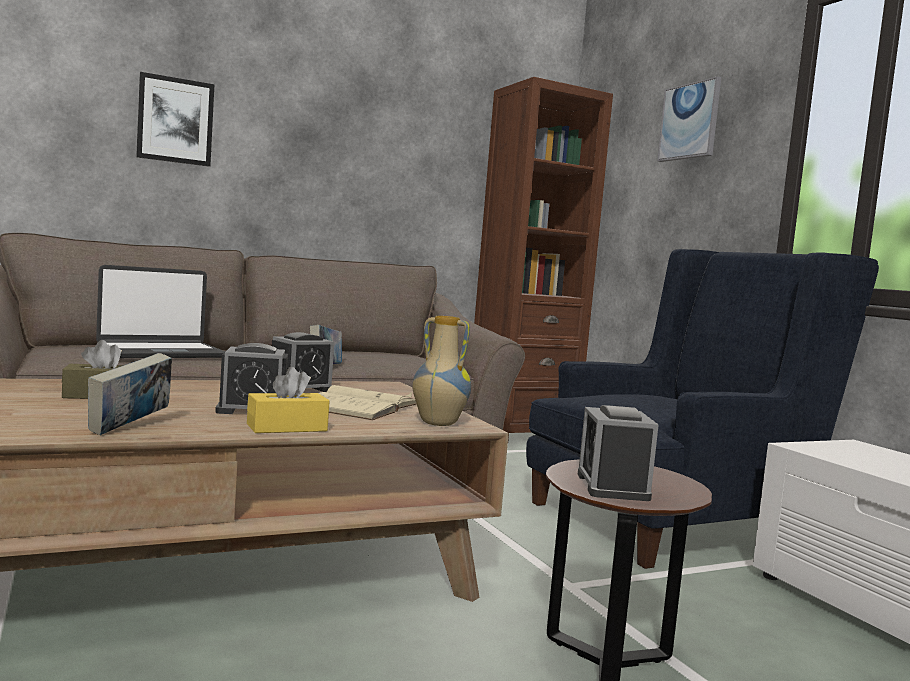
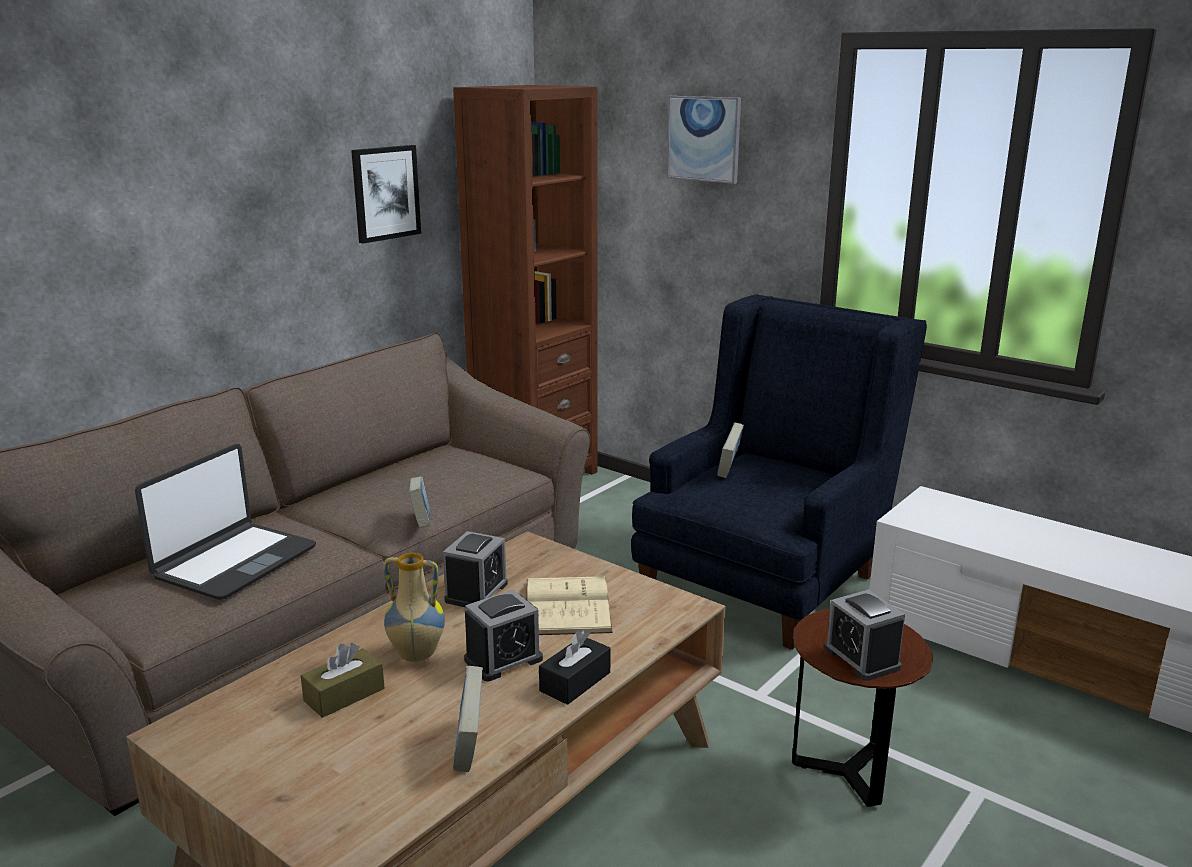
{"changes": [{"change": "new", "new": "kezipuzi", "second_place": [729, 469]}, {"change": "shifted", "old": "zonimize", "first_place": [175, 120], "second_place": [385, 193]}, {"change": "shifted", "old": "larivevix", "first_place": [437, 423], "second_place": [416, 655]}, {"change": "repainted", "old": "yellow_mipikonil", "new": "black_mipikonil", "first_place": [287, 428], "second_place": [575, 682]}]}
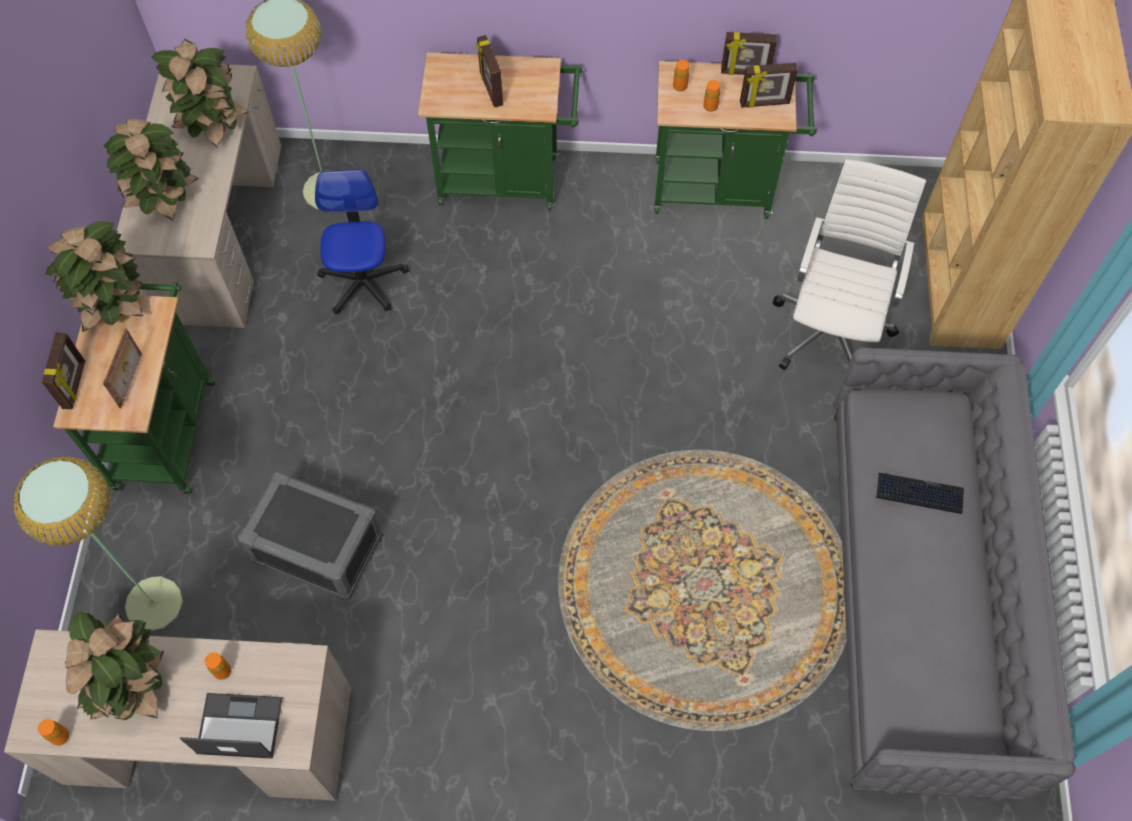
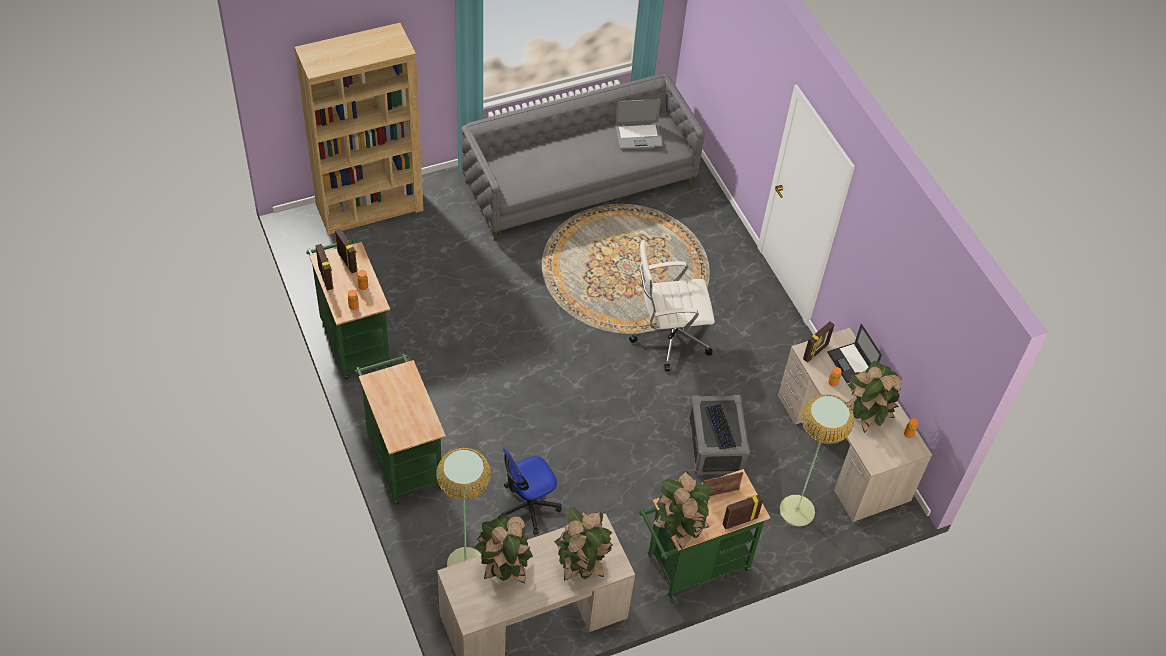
{"changes": [{"change": "new", "new": "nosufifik", "second_place": [638, 136]}, {"change": "shifted", "old": "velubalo", "first_place": [490, 89], "second_place": [816, 352]}, {"change": "shifted", "old": "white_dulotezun", "first_place": [832, 330], "second_place": [668, 337]}, {"change": "shifted", "old": "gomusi", "first_place": [919, 493], "second_place": [720, 427]}]}
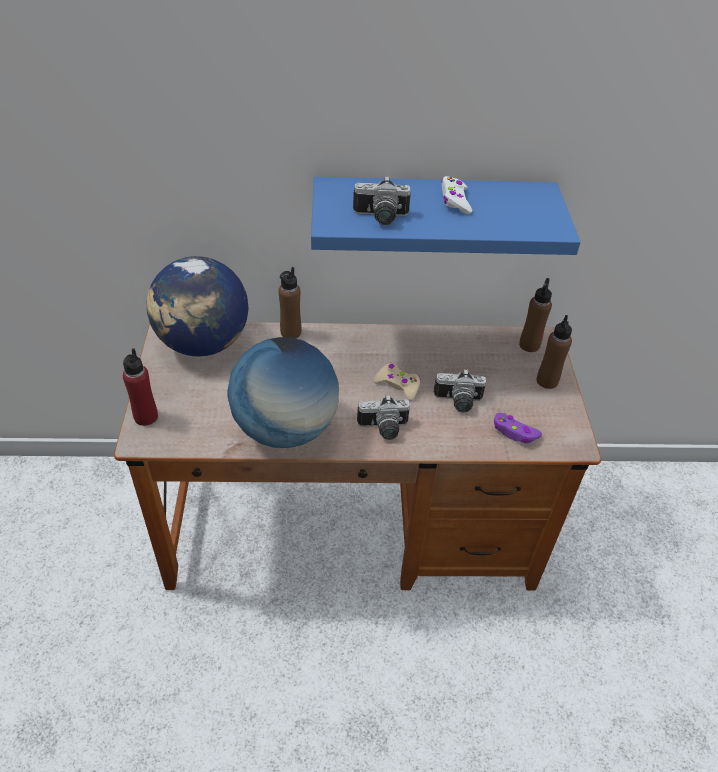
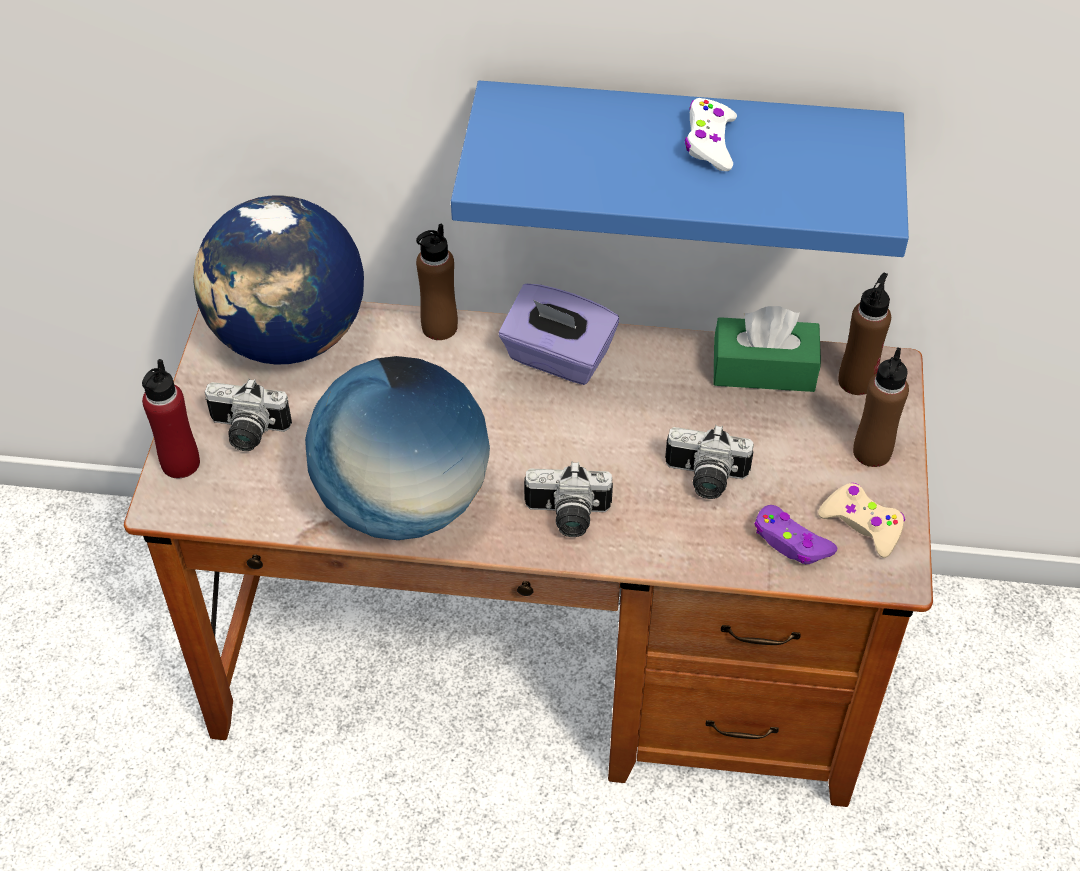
{"changes": [{"change": "new", "new": "purple_mipikonil", "second_place": [557, 358]}, {"change": "new", "new": "green_mipikonil", "second_place": [763, 369]}, {"change": "shifted", "old": "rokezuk", "first_place": [380, 218], "second_place": [247, 433]}, {"change": "shifted", "old": "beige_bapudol", "first_place": [397, 385], "second_place": [862, 524]}]}
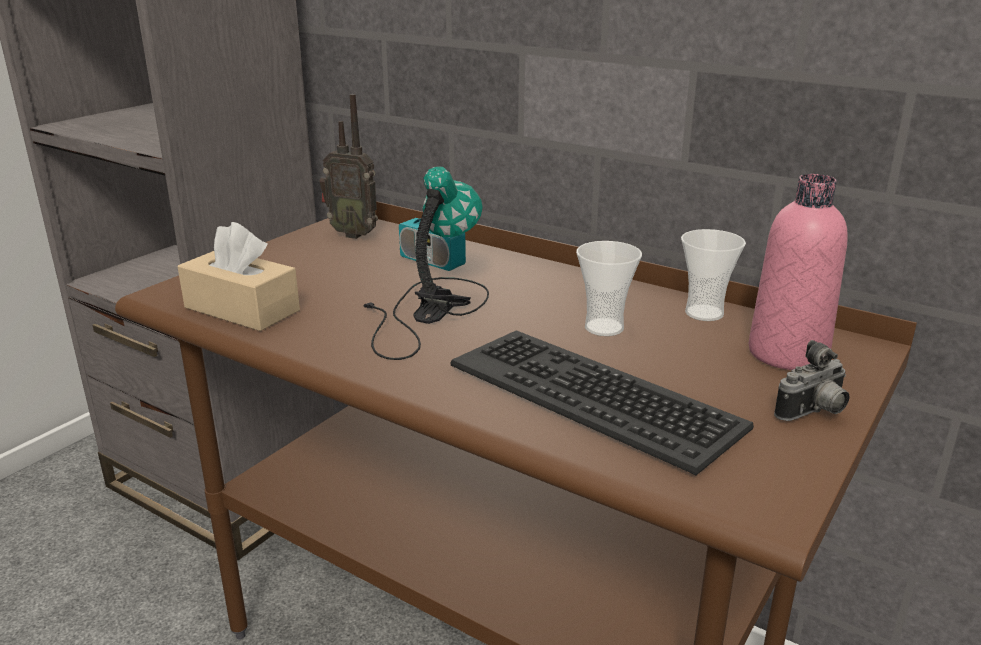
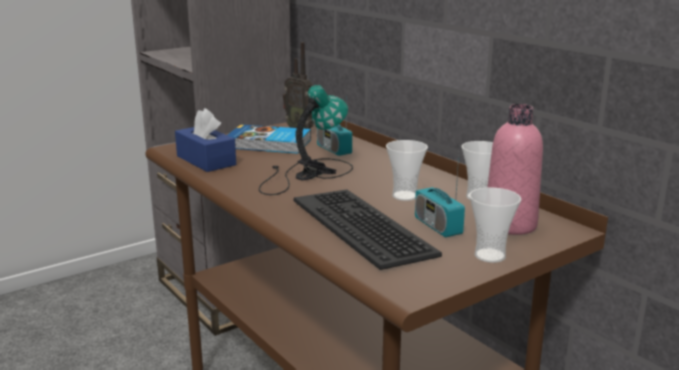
{"changes": [{"change": "new", "new": "kezipuzi", "second_place": [268, 144]}, {"change": "new", "new": "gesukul", "second_place": [437, 226]}, {"change": "swapped", "old": "rokezuk", "new": "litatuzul", "first_place": [813, 413], "second_place": [490, 255]}, {"change": "repainted", "old": "beige_mipikonil", "new": "blue_mipikonil", "first_place": [242, 309], "second_place": [206, 160]}]}
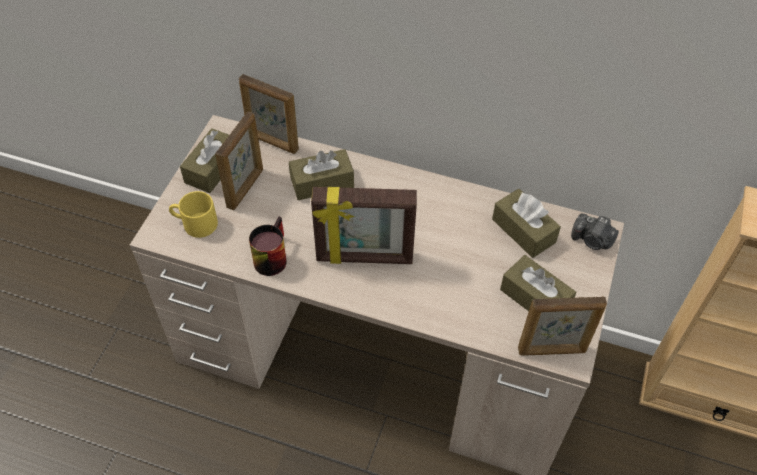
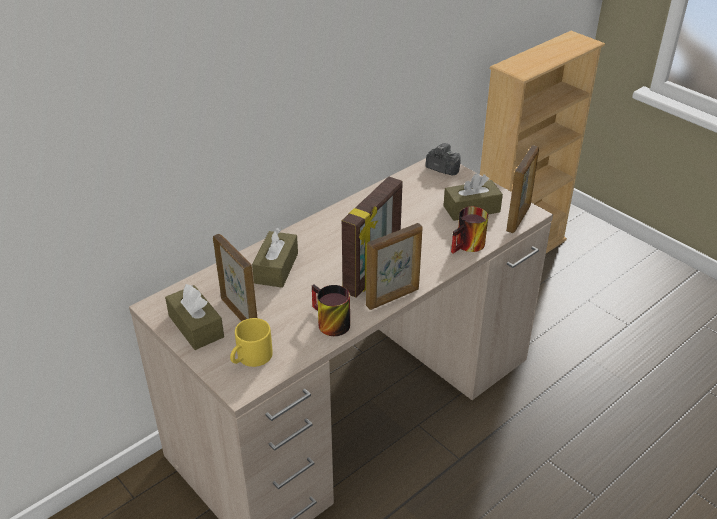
{"changes": [{"change": "gone", "old": "brown_mipikonil", "first_place": [523, 230]}, {"change": "new", "new": "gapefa", "second_place": [469, 246]}, {"change": "shifted", "old": "velubalo", "first_place": [272, 142], "second_place": [393, 298]}, {"change": "rotated", "old": "rokezuk", "first_place": [592, 240], "second_place": [442, 168], "degrees": -120}]}
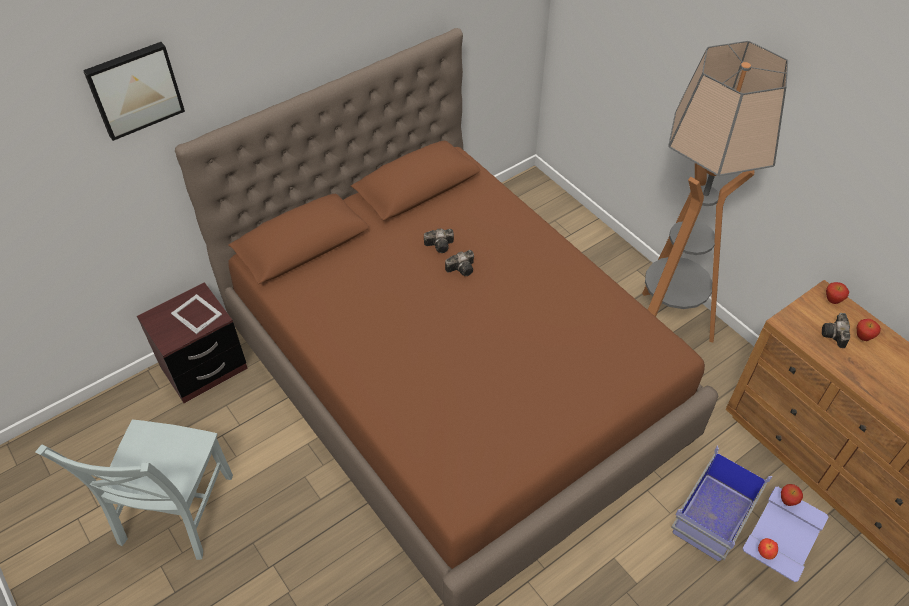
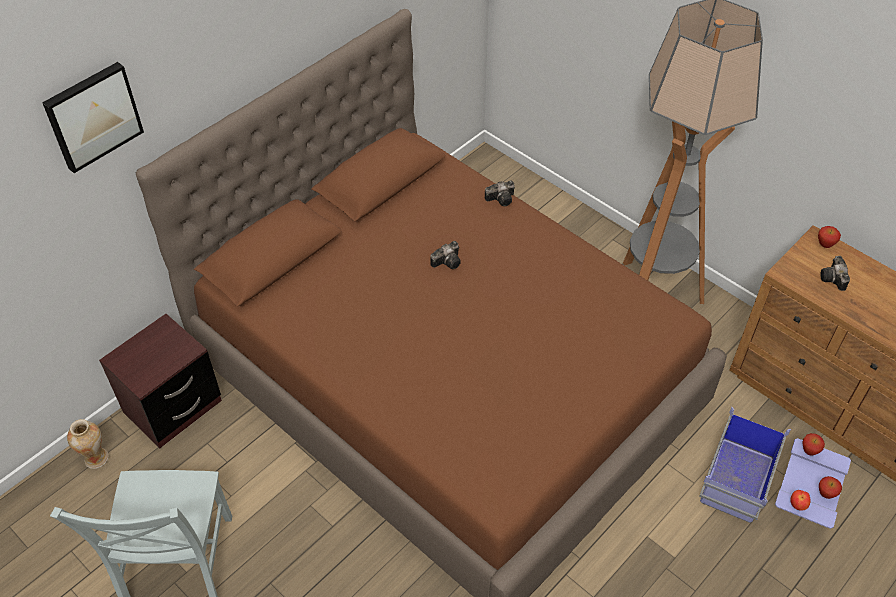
{"changes": [{"change": "gone", "old": "velubalo", "first_place": [196, 313]}, {"change": "new", "new": "larivevix", "second_place": [96, 458]}, {"change": "shifted", "old": "rokezuk", "first_place": [441, 245], "second_place": [502, 198]}, {"change": "shifted", "old": "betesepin", "first_place": [862, 338], "second_place": [825, 494]}]}
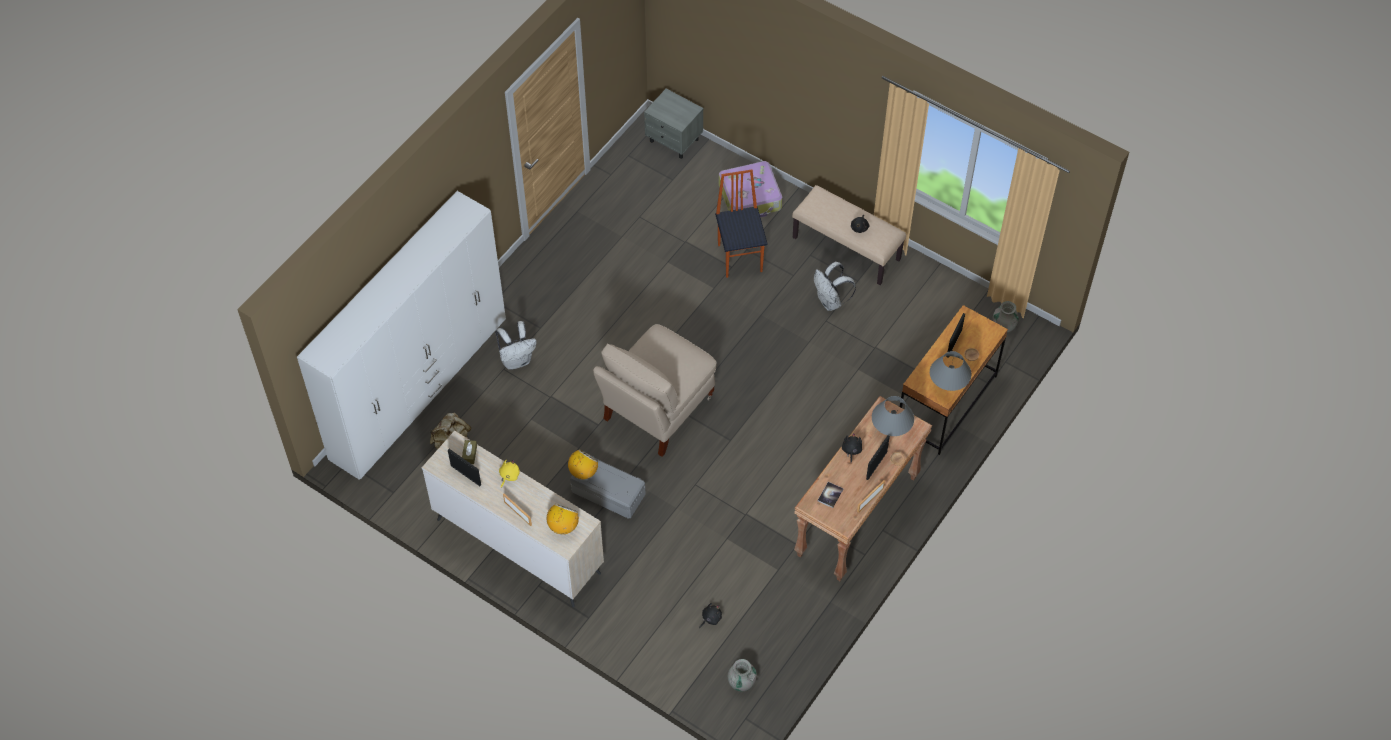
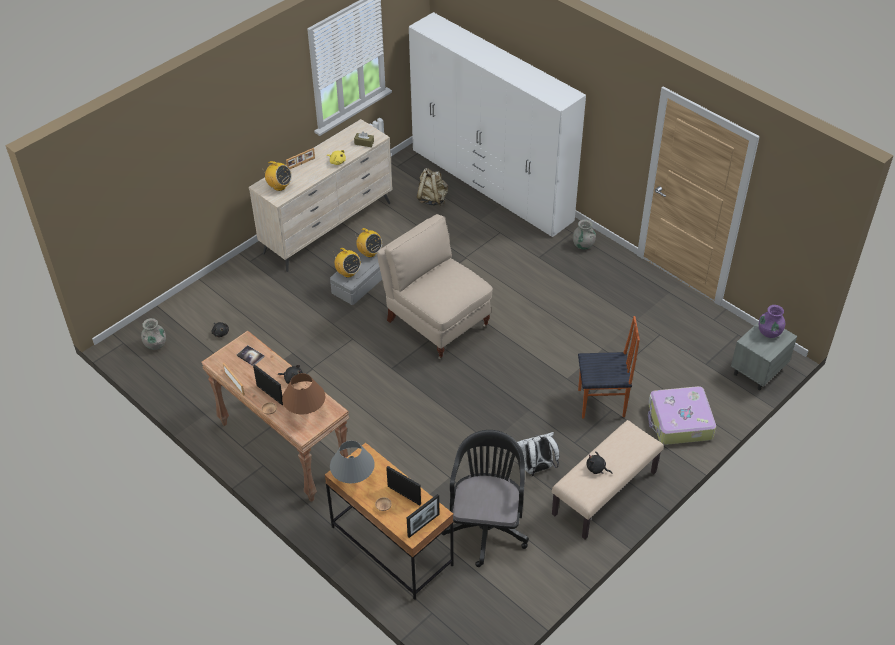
{"changes": [{"change": "gone", "old": "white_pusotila", "first_place": [517, 360]}, {"change": "new", "new": "gesukul", "second_place": [348, 273]}, {"change": "new", "new": "black_dulotezun", "second_place": [486, 525]}, {"change": "new", "new": "purple_larivevix", "second_place": [769, 332]}, {"change": "shifted", "old": "velubalo", "first_place": [466, 475], "second_place": [423, 525]}, {"change": "shifted", "old": "grey_larivevix", "first_place": [1004, 325], "second_place": [583, 245]}, {"change": "repainted", "old": "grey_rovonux", "new": "brown_rovonux", "first_place": [890, 430], "second_place": [305, 412]}]}
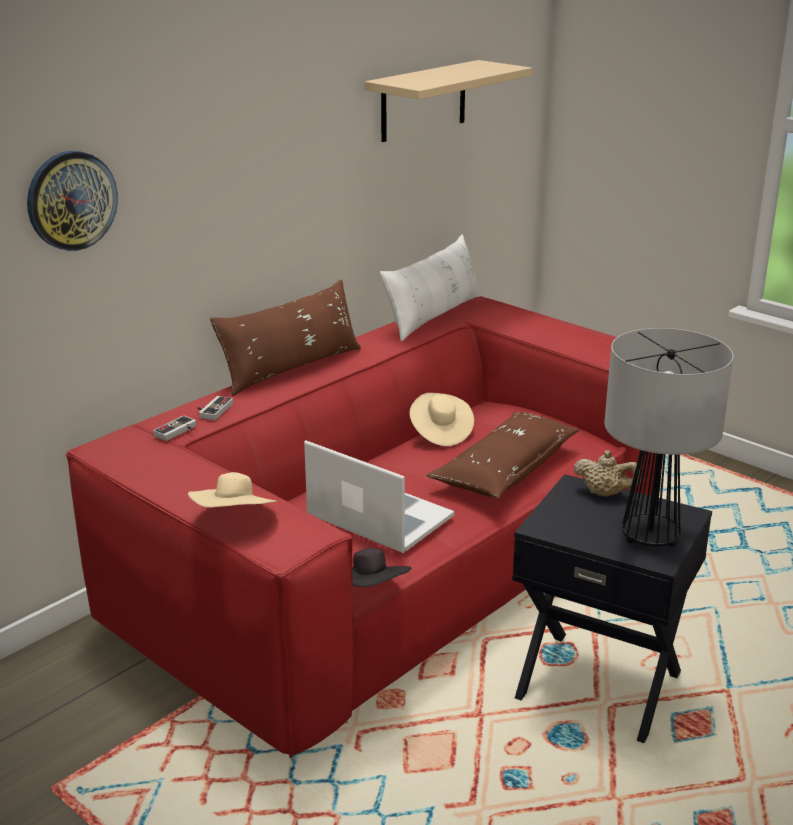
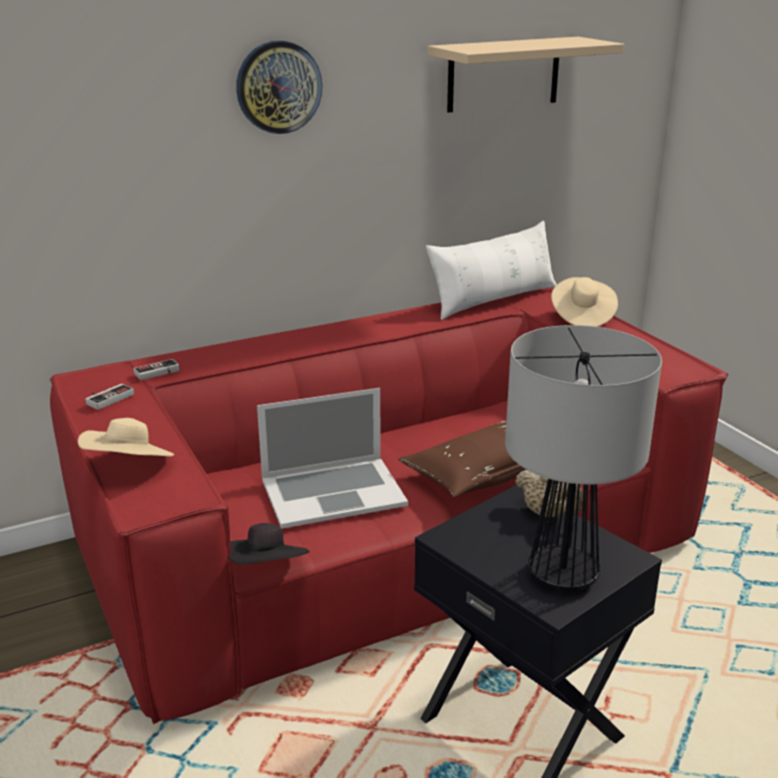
{"changes": [{"change": "gone", "old": "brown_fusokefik", "first_place": [292, 368]}, {"change": "shifted", "old": "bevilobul", "first_place": [71, 200], "second_place": [278, 87]}, {"change": "shifted", "old": "bapudol", "first_place": [212, 410], "second_place": [107, 398]}, {"change": "shifted", "old": "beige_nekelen", "first_place": [440, 432], "second_place": [581, 316]}, {"change": "rotated", "old": "nosufifik", "first_place": [379, 515], "second_place": [333, 492], "degrees": 105}]}
